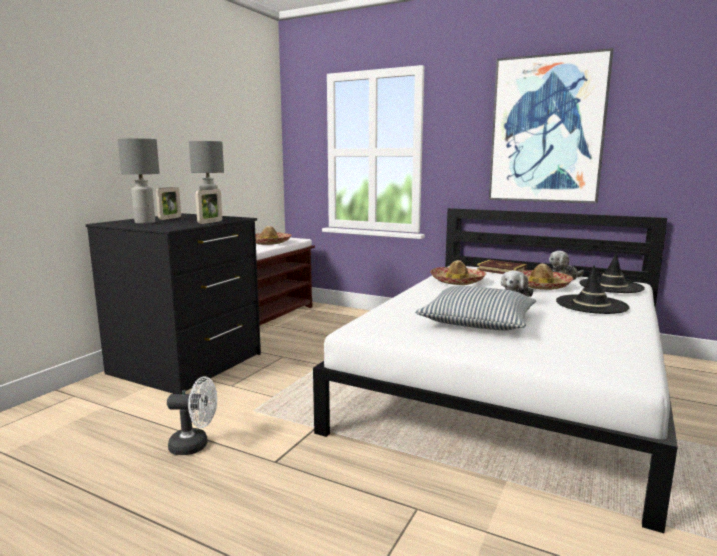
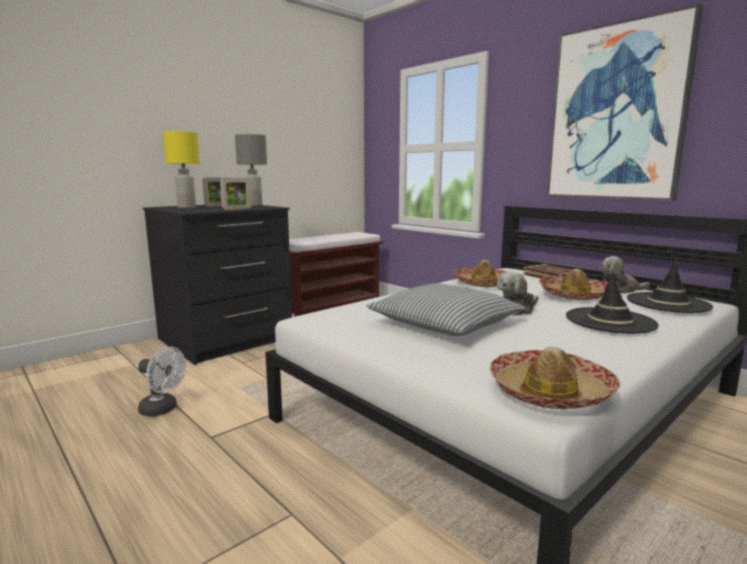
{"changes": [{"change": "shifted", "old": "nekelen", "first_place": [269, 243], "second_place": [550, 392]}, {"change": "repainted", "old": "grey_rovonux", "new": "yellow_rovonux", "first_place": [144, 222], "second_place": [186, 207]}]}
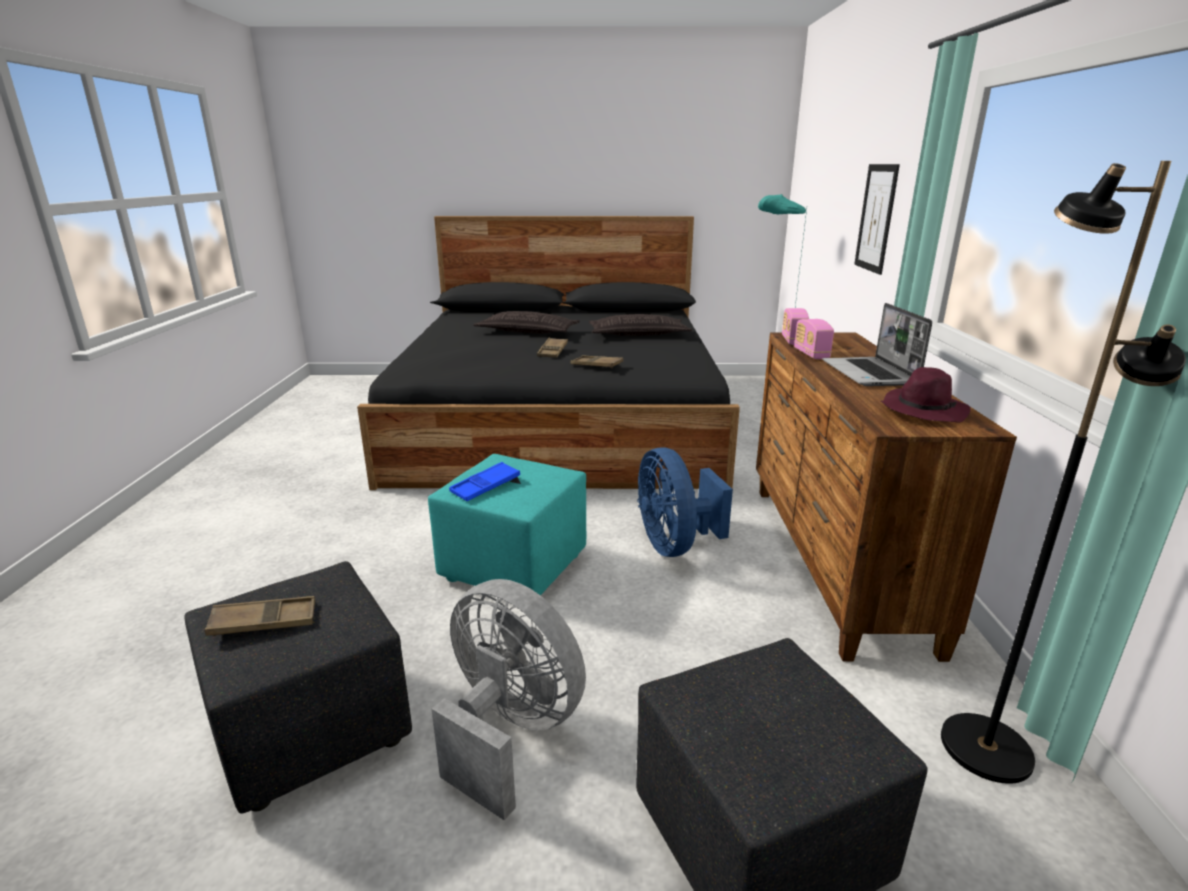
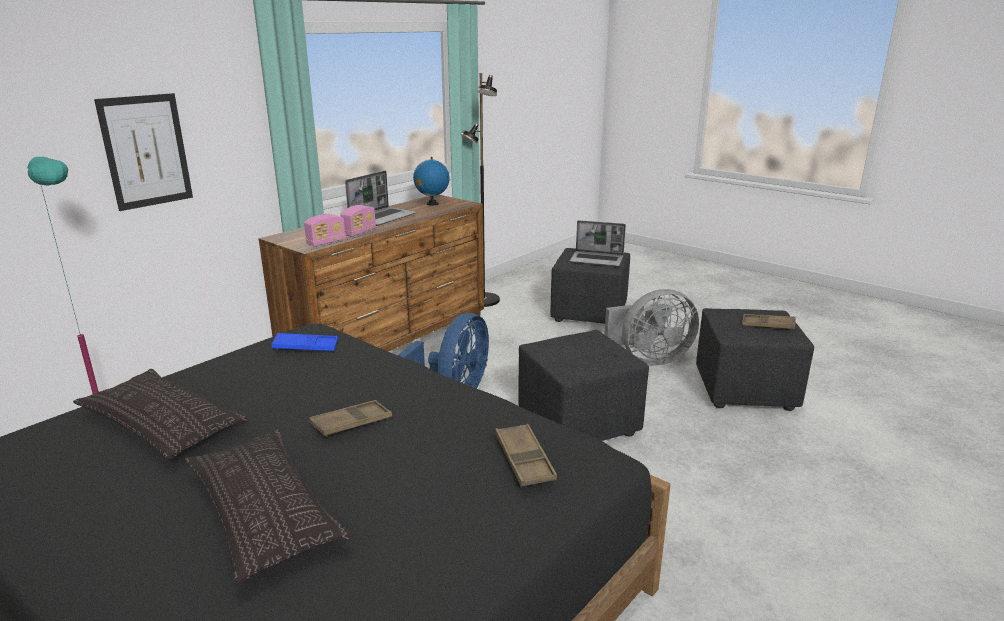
{"changes": [{"change": "new", "new": "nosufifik", "second_place": [597, 260]}, {"change": "shifted", "old": "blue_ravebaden", "first_place": [485, 486], "second_place": [306, 347]}, {"change": "shifted", "old": "brown_ravebaden", "first_place": [596, 365], "second_place": [524, 460]}, {"change": "swapped", "old": "purple_nekelen", "new": "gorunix", "first_place": [922, 411], "second_place": [432, 204]}, {"change": "repainted", "old": "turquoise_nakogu", "new": "black_nakogu", "first_place": [512, 568], "second_place": [580, 425]}, {"change": "rotated", "old": "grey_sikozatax", "first_place": [509, 731], "second_place": [649, 359], "degrees": -90}]}
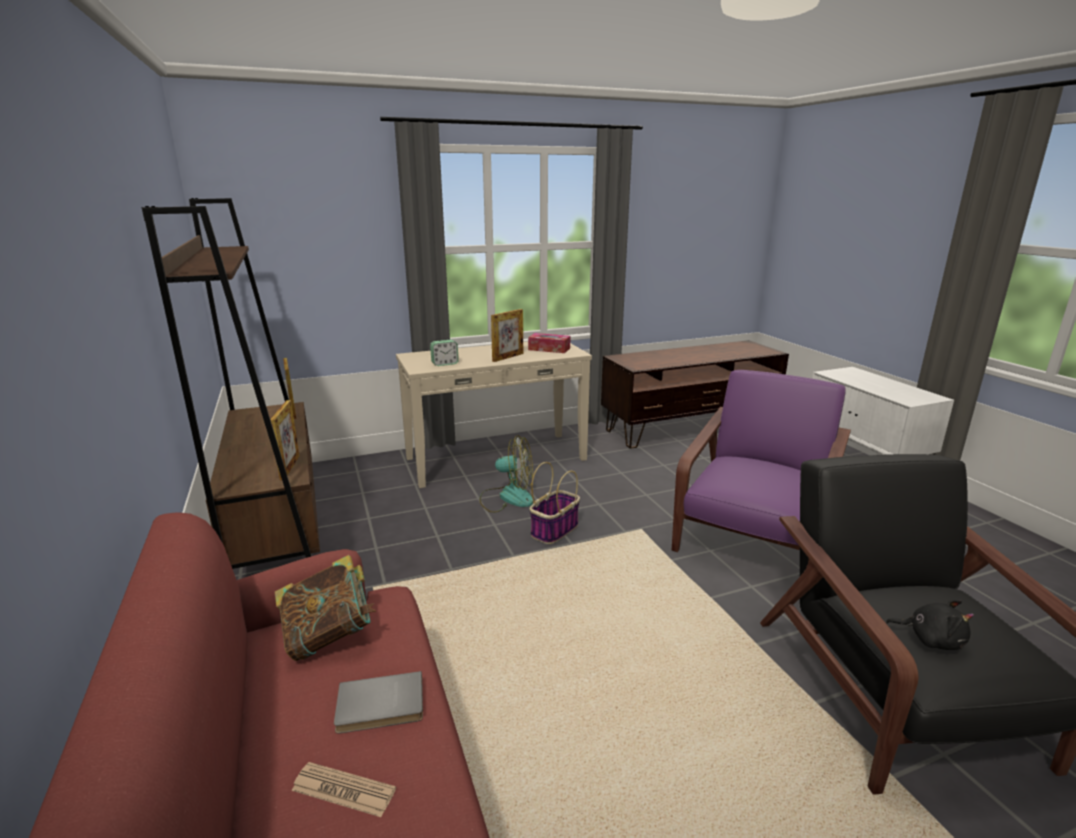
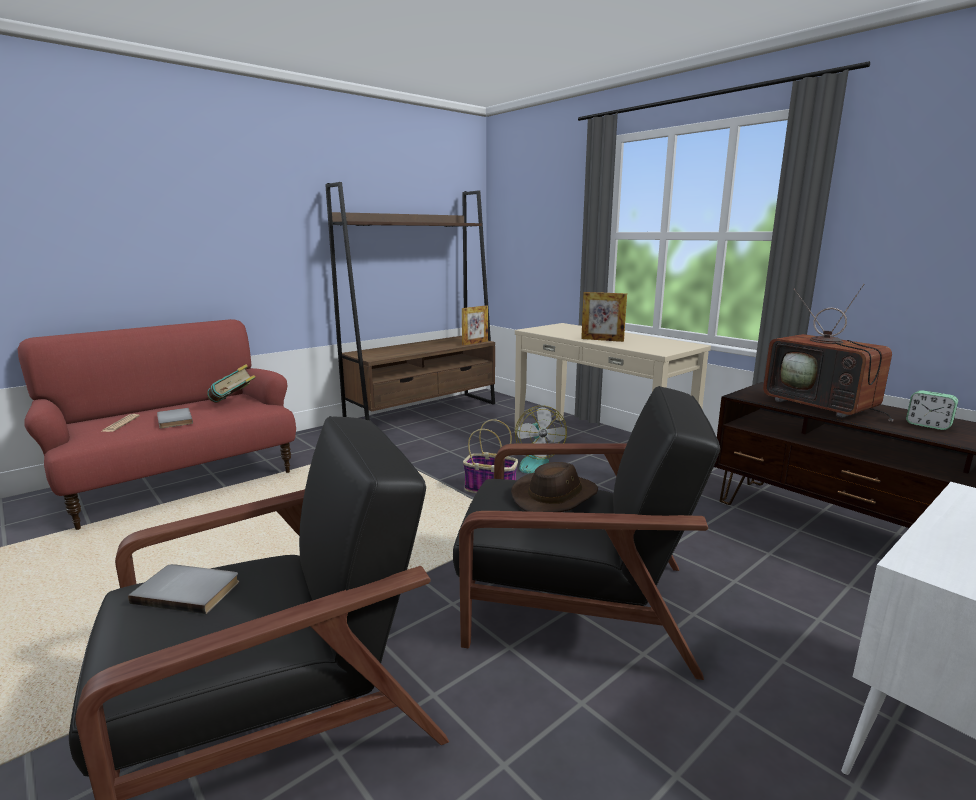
{"changes": [{"change": "gone", "old": "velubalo", "first_place": [290, 467]}, {"change": "gone", "old": "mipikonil", "first_place": [549, 349]}, {"change": "new", "new": "brown_nekelen", "second_place": [555, 496]}, {"change": "new", "new": "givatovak", "second_place": [823, 406]}, {"change": "shifted", "old": "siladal", "first_place": [445, 364], "second_place": [928, 425]}, {"change": "swapped", "old": "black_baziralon", "new": "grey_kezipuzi", "first_place": [930, 639], "second_place": [189, 590]}, {"change": "repainted", "old": "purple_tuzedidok", "new": "black_tuzedidok", "first_place": [754, 535], "second_place": [574, 602]}]}
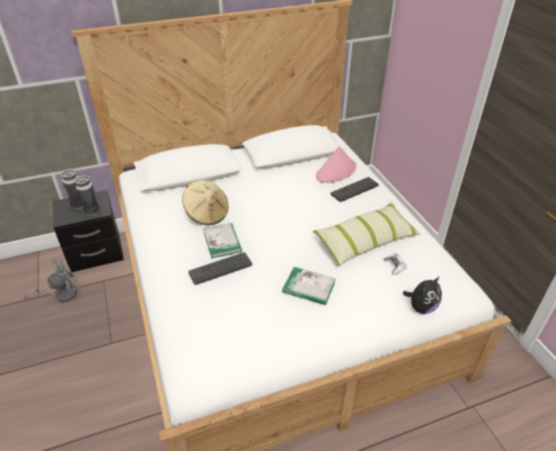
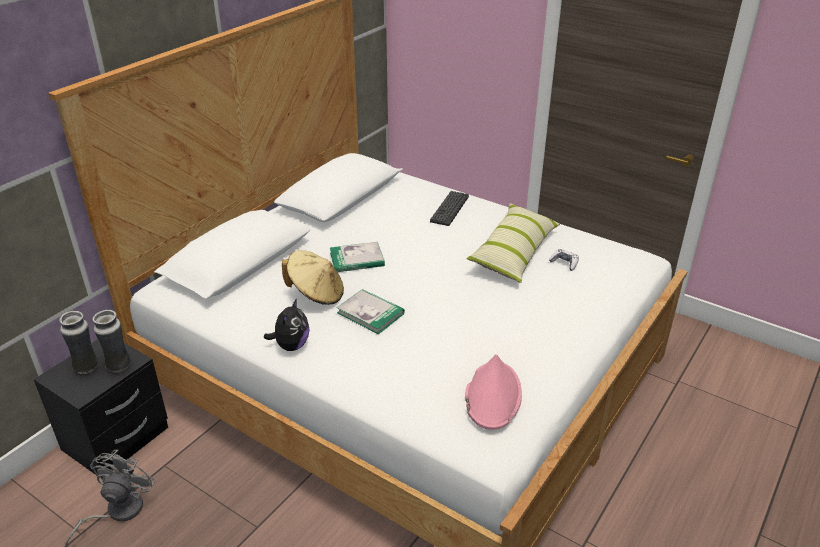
{"changes": [{"change": "gone", "old": "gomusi", "first_place": [220, 268]}, {"change": "shifted", "old": "kezipuzi", "first_place": [309, 287], "second_place": [357, 259]}, {"change": "shifted", "old": "pink_nekelen", "first_place": [336, 171], "second_place": [492, 395]}, {"change": "shifted", "old": "baziralon", "first_place": [421, 307], "second_place": [291, 345]}]}
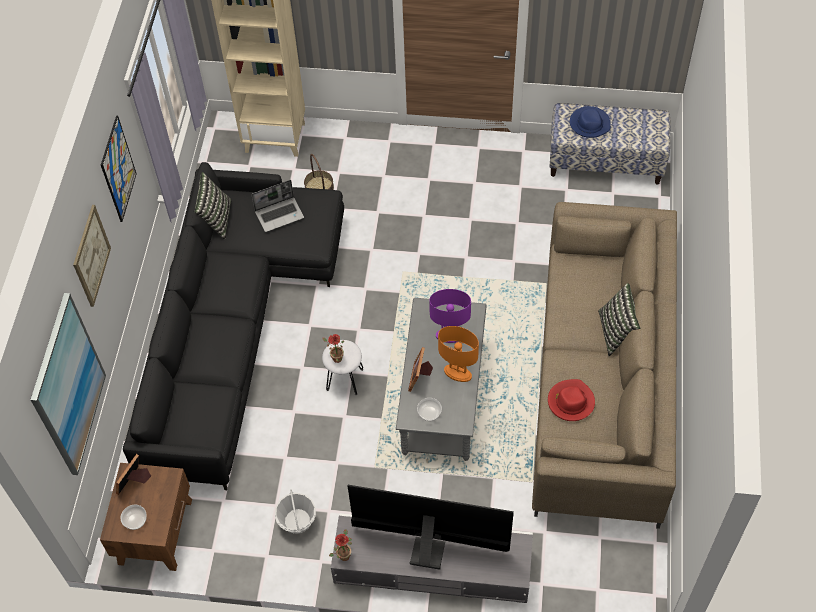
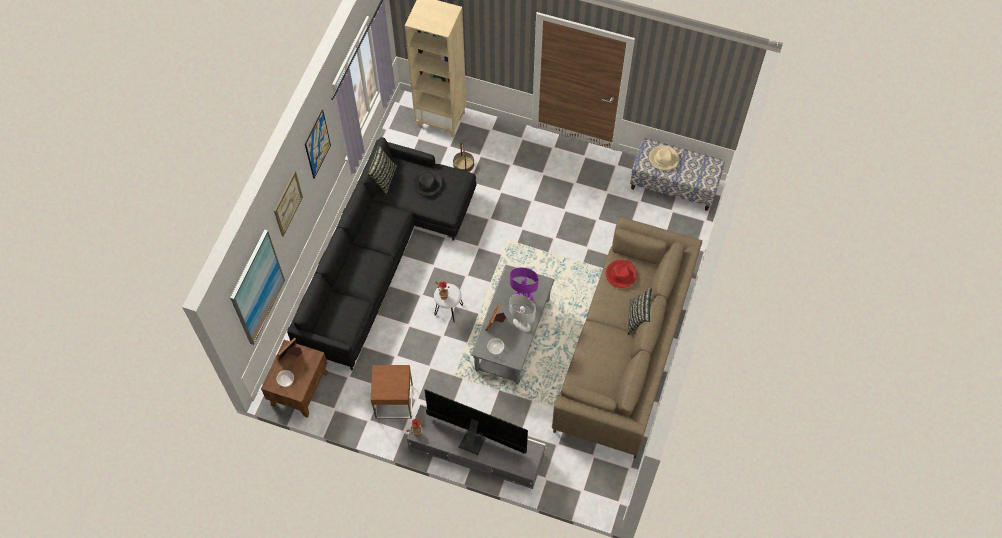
{"changes": [{"change": "shifted", "old": "red_nekelen", "first_place": [570, 401], "second_place": [620, 274]}, {"change": "swapped", "old": "nosufifik", "new": "black_nekelen", "first_place": [280, 214], "second_place": [428, 184]}, {"change": "swapped", "old": "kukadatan", "new": "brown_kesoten", "first_place": [297, 521], "second_place": [394, 401]}, {"change": "repainted", "old": "orange_rovonux", "new": "white_rovonux", "first_place": [457, 373], "second_place": [521, 325]}, {"change": "repainted", "old": "blue_nekelen", "new": "beige_nekelen", "first_place": [589, 124], "second_place": [663, 159]}]}
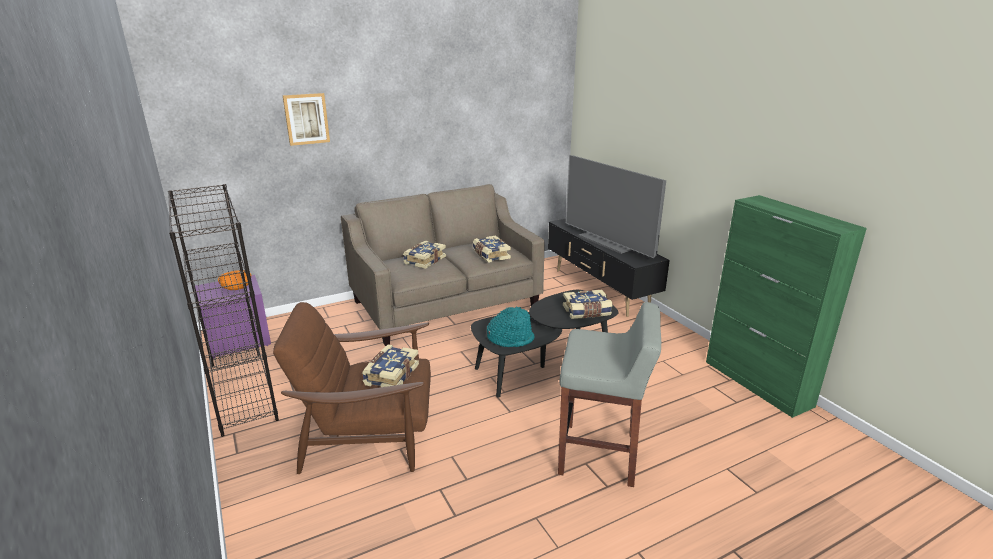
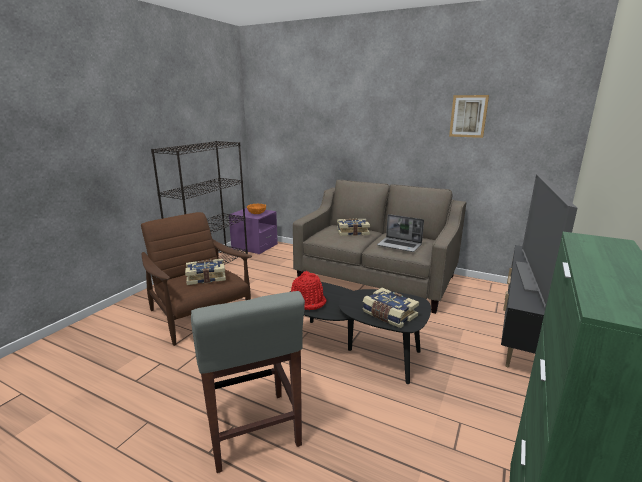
{"changes": [{"change": "shifted", "old": "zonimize", "first_place": [306, 119], "second_place": [468, 116]}, {"change": "swapped", "old": "kezipuzi", "new": "nosufifik", "first_place": [490, 255], "second_place": [400, 245]}, {"change": "repainted", "old": "turquoise_nekelen", "new": "red_nekelen", "first_place": [511, 338], "second_place": [308, 301]}]}
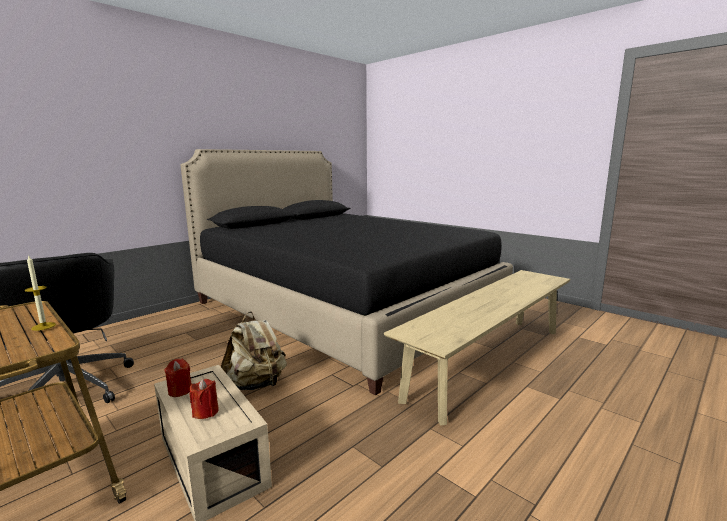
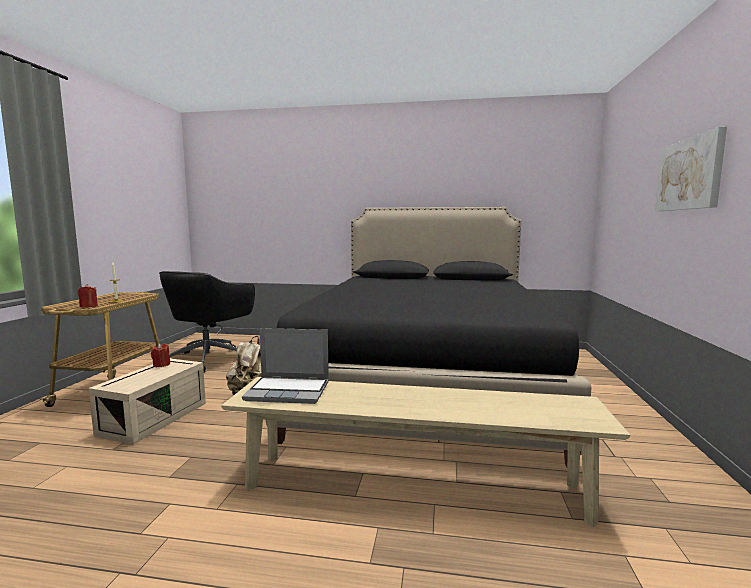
{"changes": [{"change": "new", "new": "nosufifik", "second_place": [289, 391]}, {"change": "new", "new": "zonimize", "second_place": [689, 174]}, {"change": "shifted", "old": "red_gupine", "first_place": [205, 412], "second_place": [88, 306]}]}
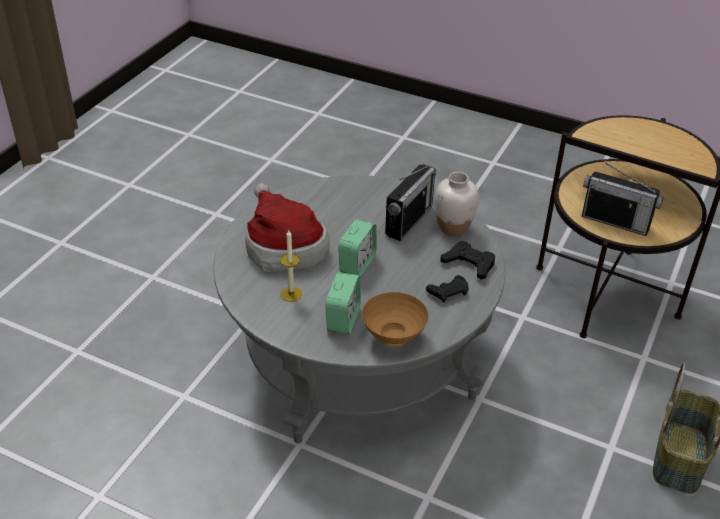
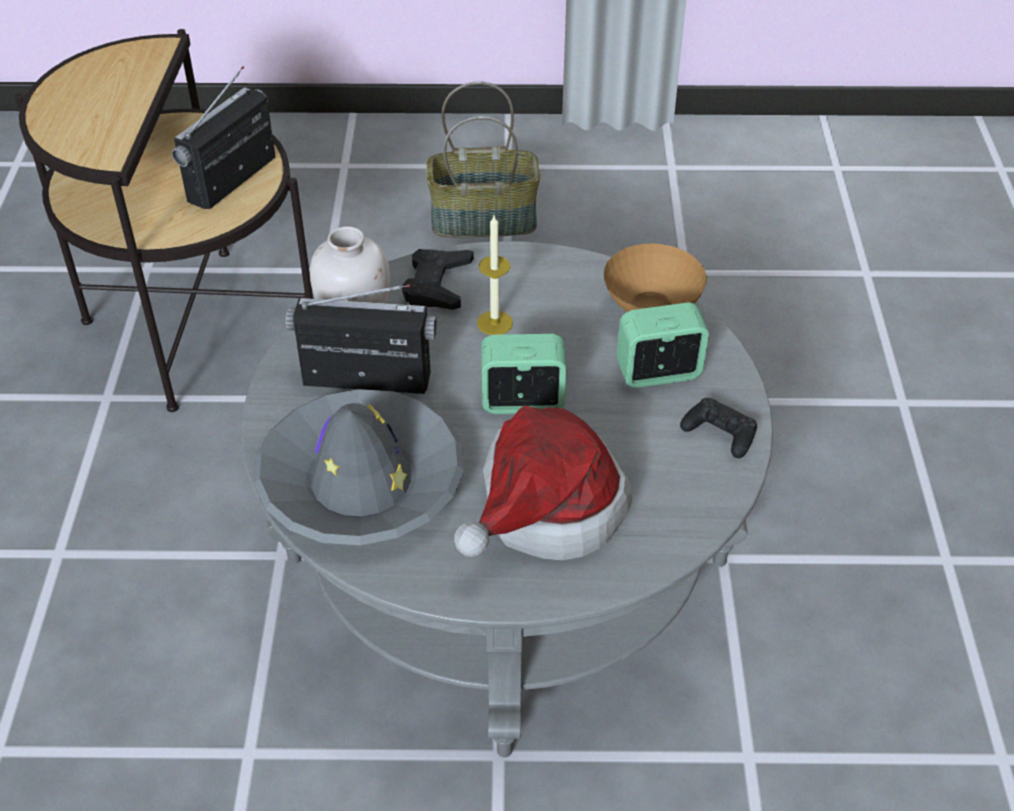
{"changes": [{"change": "new", "new": "grey_nekelen", "second_place": [361, 482]}, {"change": "shifted", "old": "gupine", "first_place": [291, 294], "second_place": [495, 323]}, {"change": "shifted", "old": "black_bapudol", "first_place": [448, 292], "second_place": [720, 433]}, {"change": "rotated", "old": "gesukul", "first_place": [615, 221], "second_place": [232, 179], "degrees": -150}]}
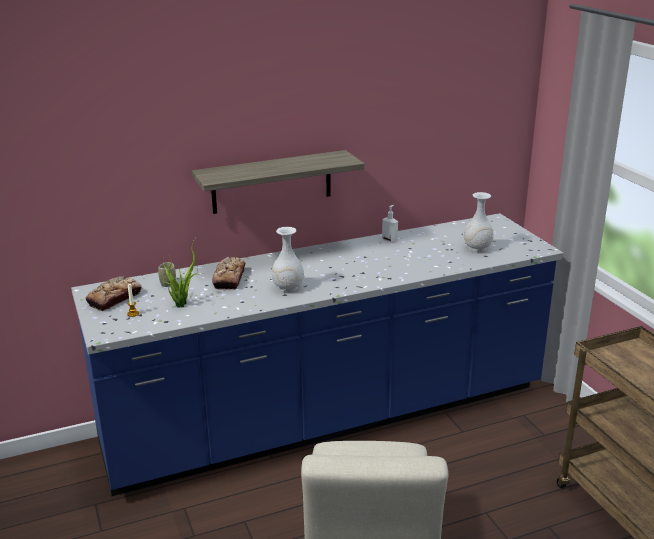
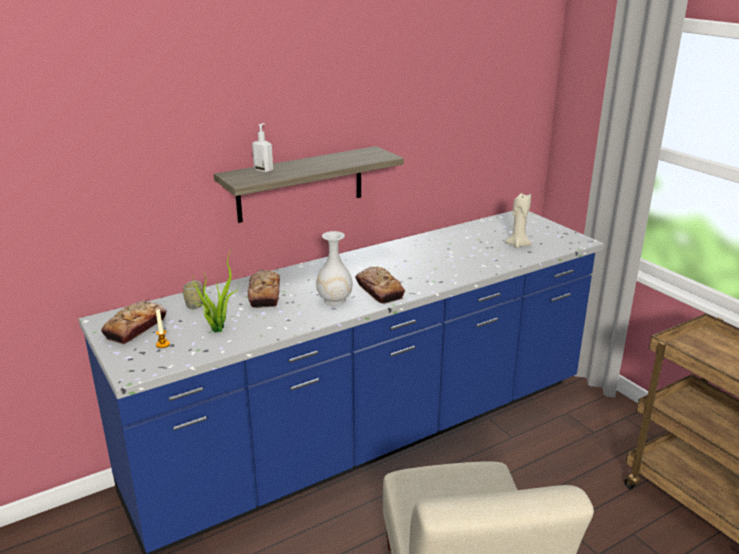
{"changes": [{"change": "new", "new": "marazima", "second_place": [379, 290]}, {"change": "shifted", "old": "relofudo", "first_place": [390, 240], "second_place": [264, 170]}, {"change": "swapped", "old": "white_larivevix", "new": "beige_gupine", "first_place": [477, 248], "second_place": [517, 244]}]}
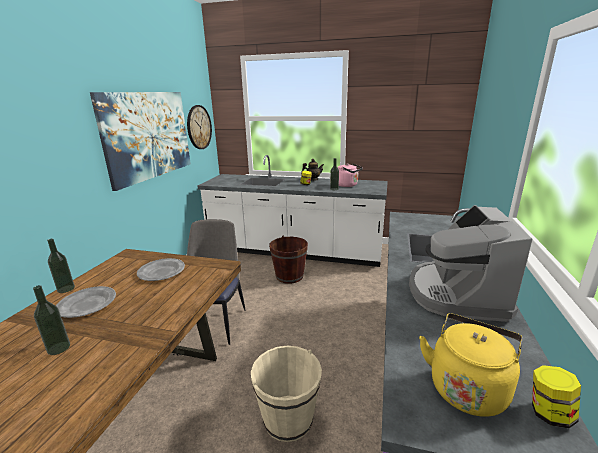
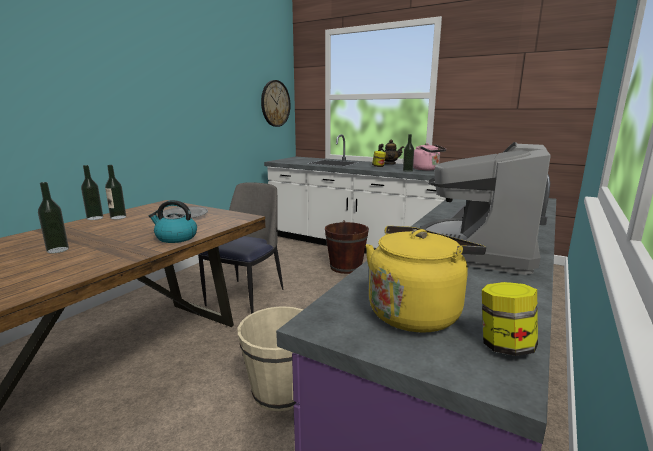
{"changes": [{"change": "gone", "old": "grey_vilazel", "first_place": [87, 304]}, {"change": "gone", "old": "zonimize", "first_place": [148, 135]}, {"change": "new", "new": "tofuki", "second_place": [118, 217]}, {"change": "new", "new": "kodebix", "second_place": [175, 238]}]}
